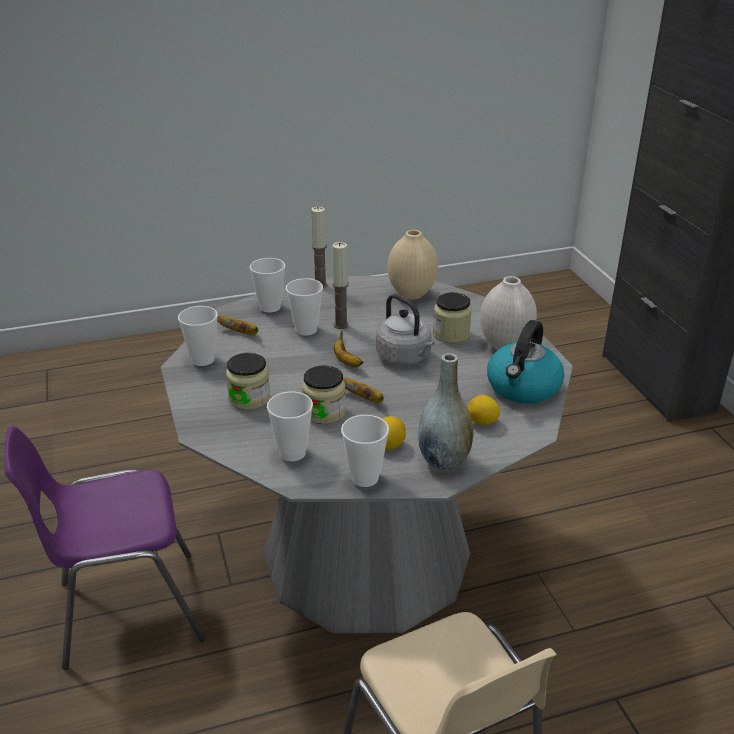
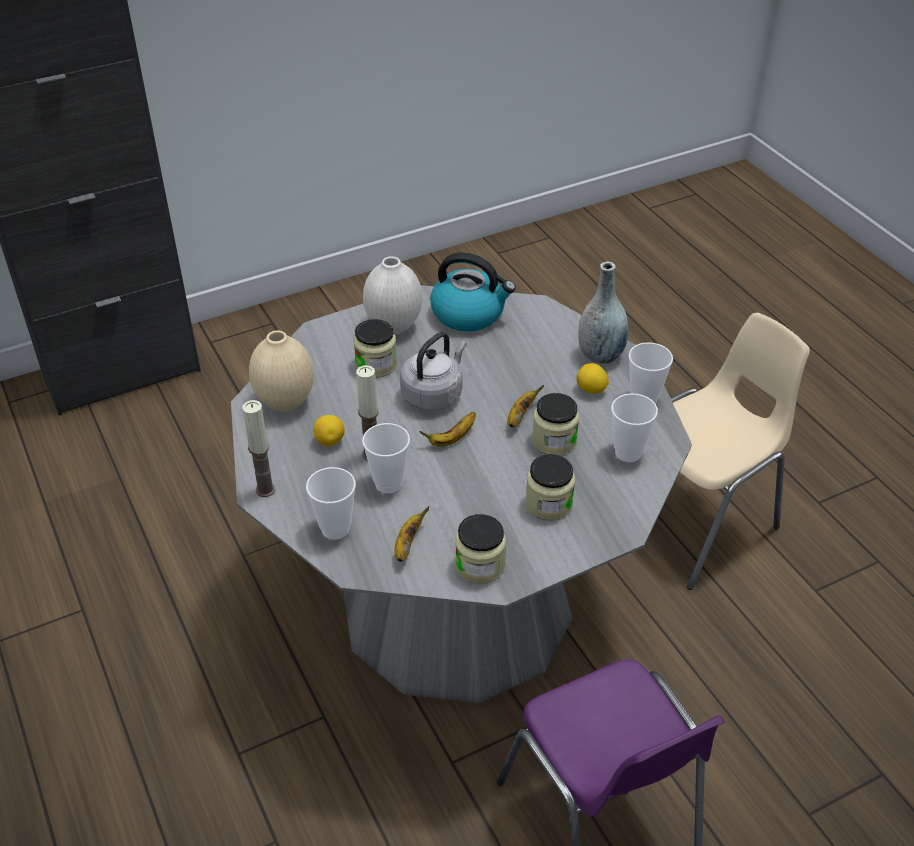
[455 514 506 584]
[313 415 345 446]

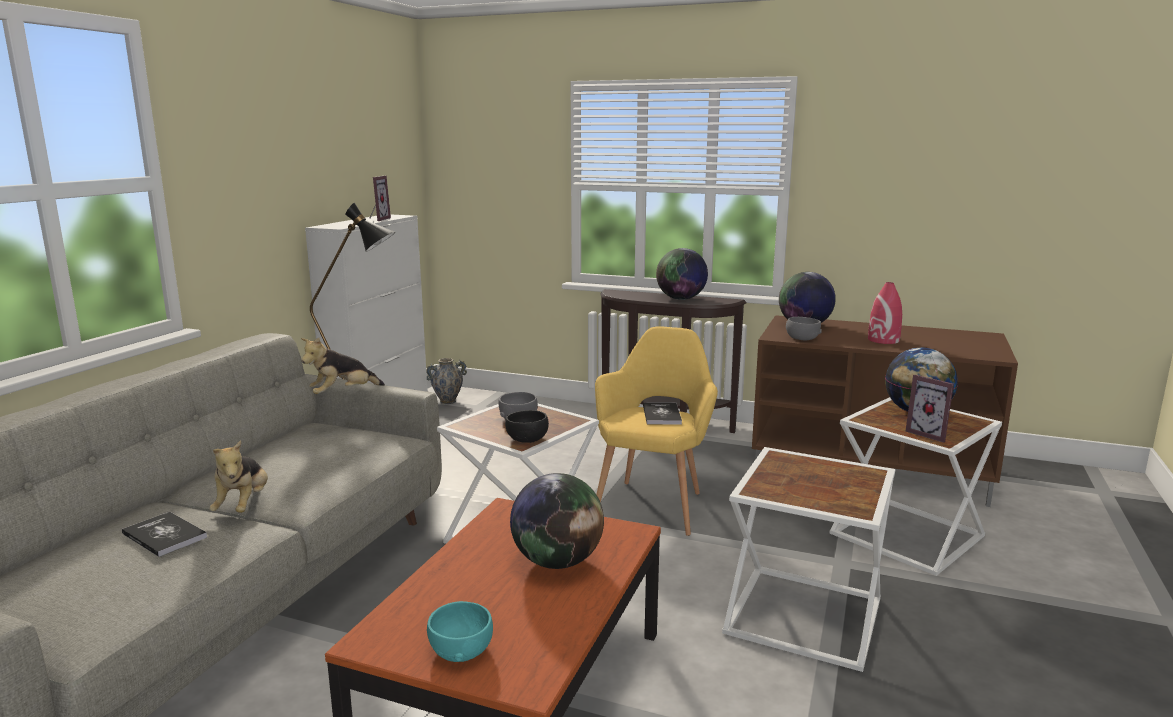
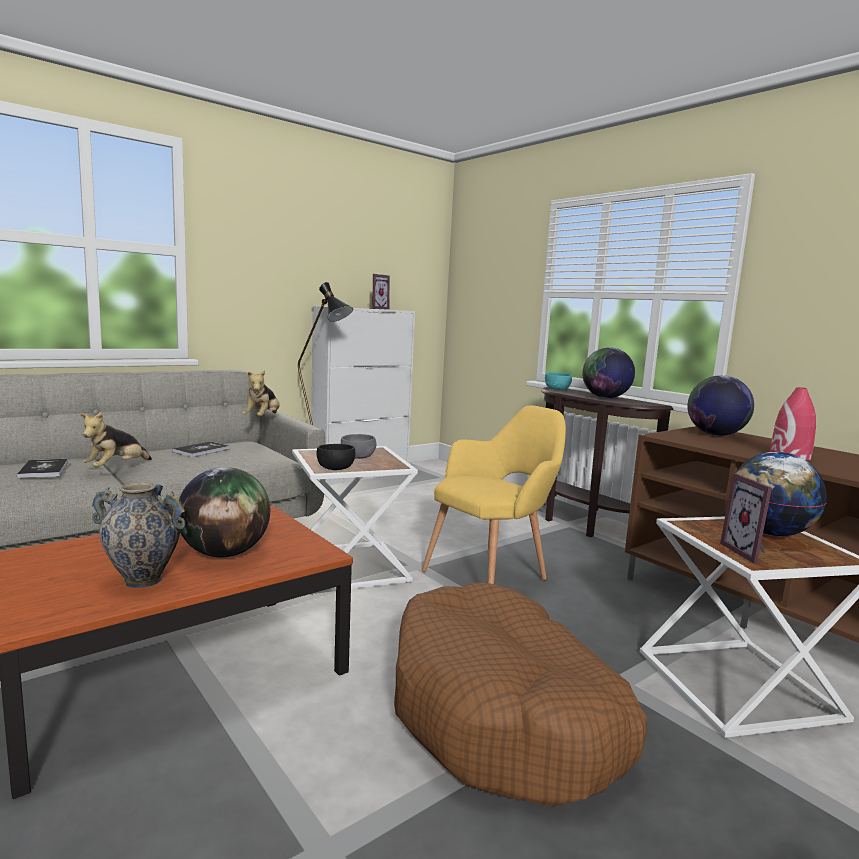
[242 370 279 417]
[92 482 186 588]
[545 372 572 390]
[172 441 230 457]
[394 582 647 806]
[786 317 822 340] (first image)

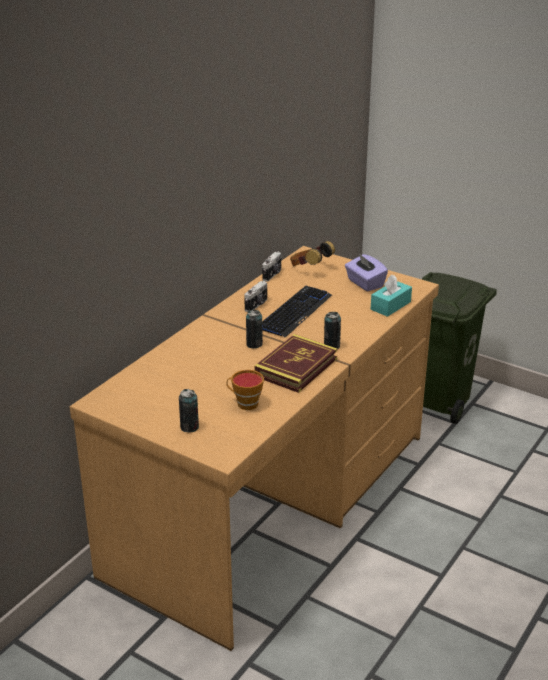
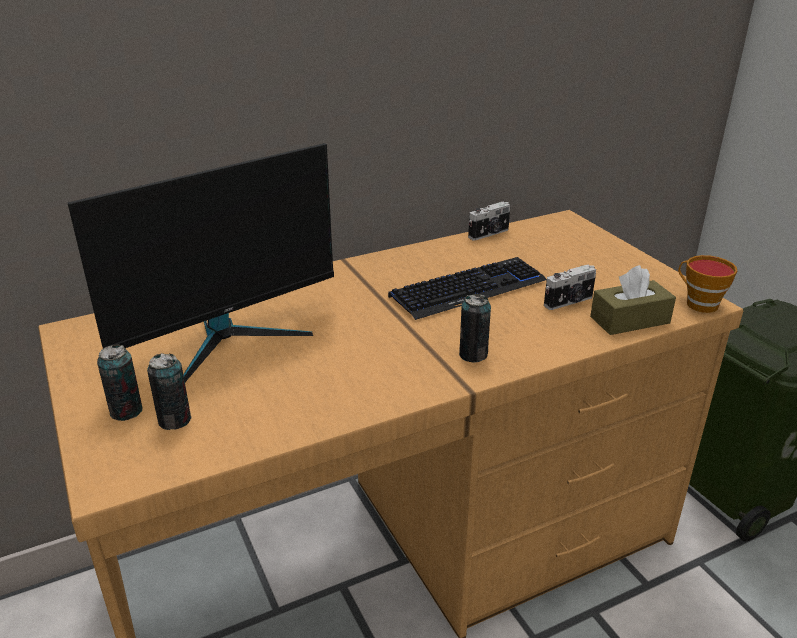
[678 255 737 313]
[544 265 596 310]
[147 353 192 430]
[254 334 337 393] (first image)
[290 241 335 267] (first image)
[345 254 388 292] (first image)
[590 265 676 335]
[68 143 334 382]

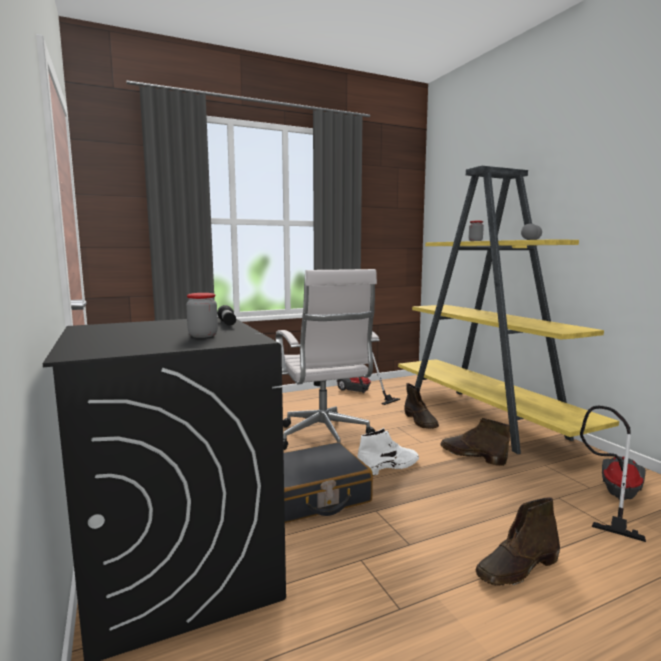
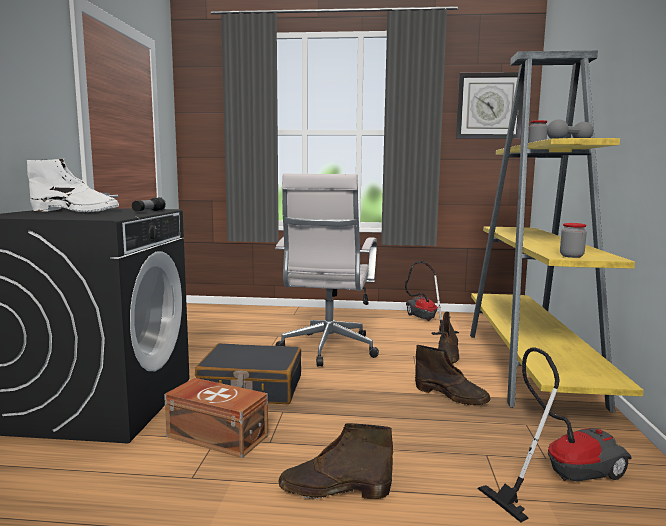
[560 223 587 258]
[27 159 119 212]
[415 345 491 405]
[164 378 268 458]
[456 72 524 139]

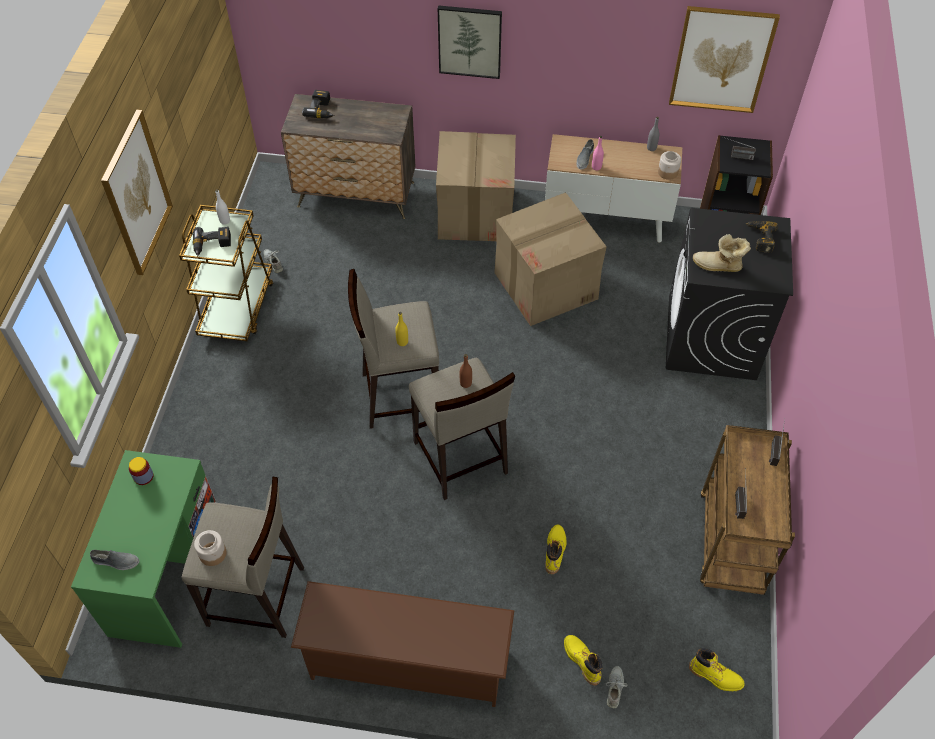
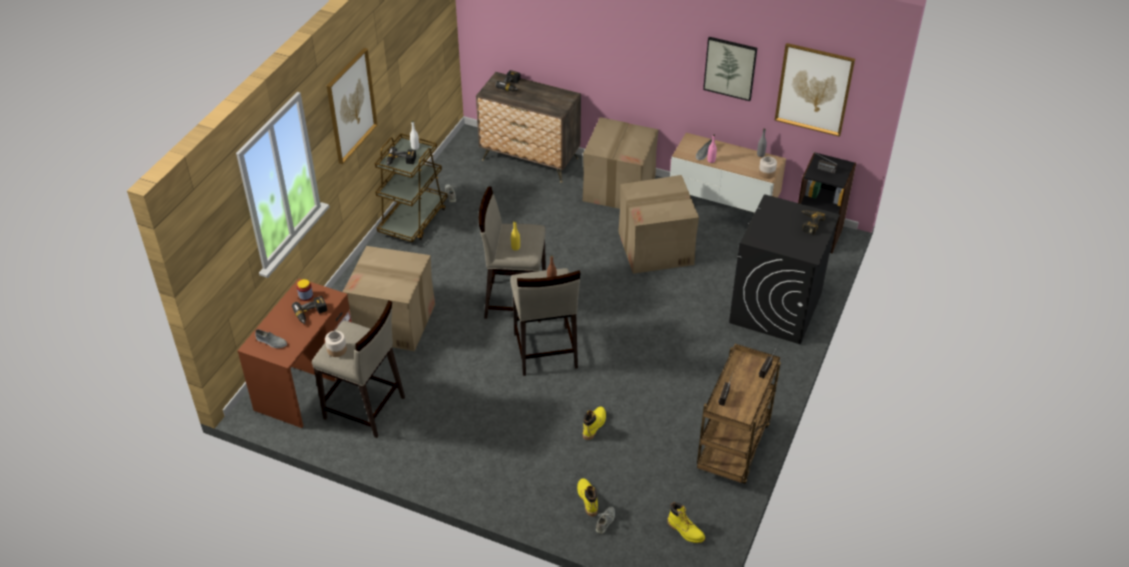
[237 278 352 428]
[291 581 514 707] (first image)
[703 37 757 101]
[693 234 751 272] (first image)
[292 296 327 324]
[343 246 435 351]

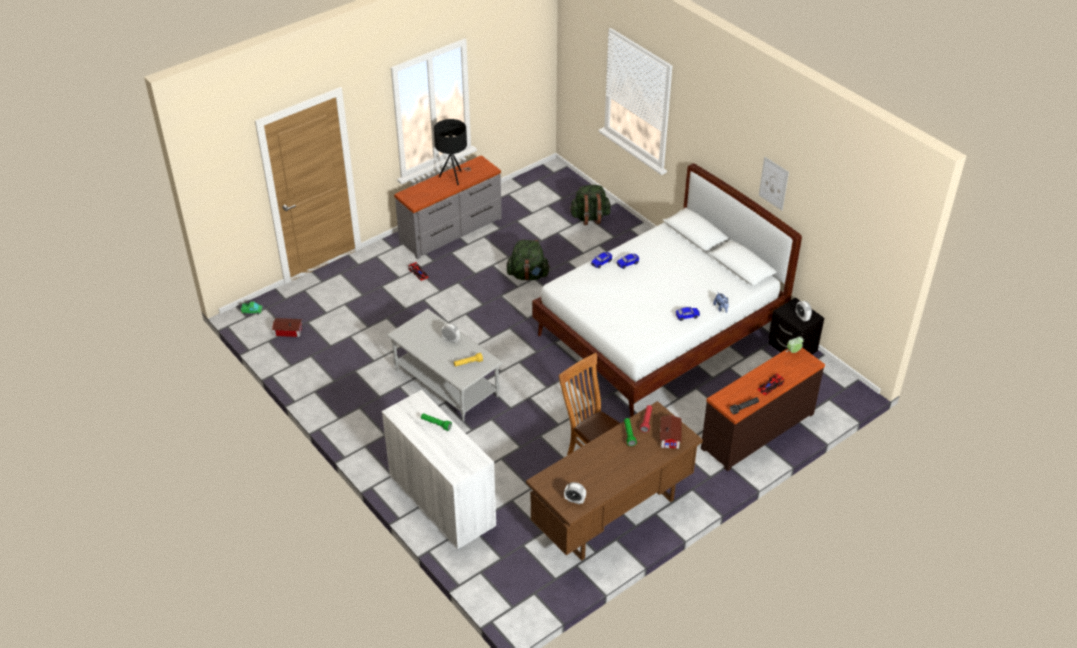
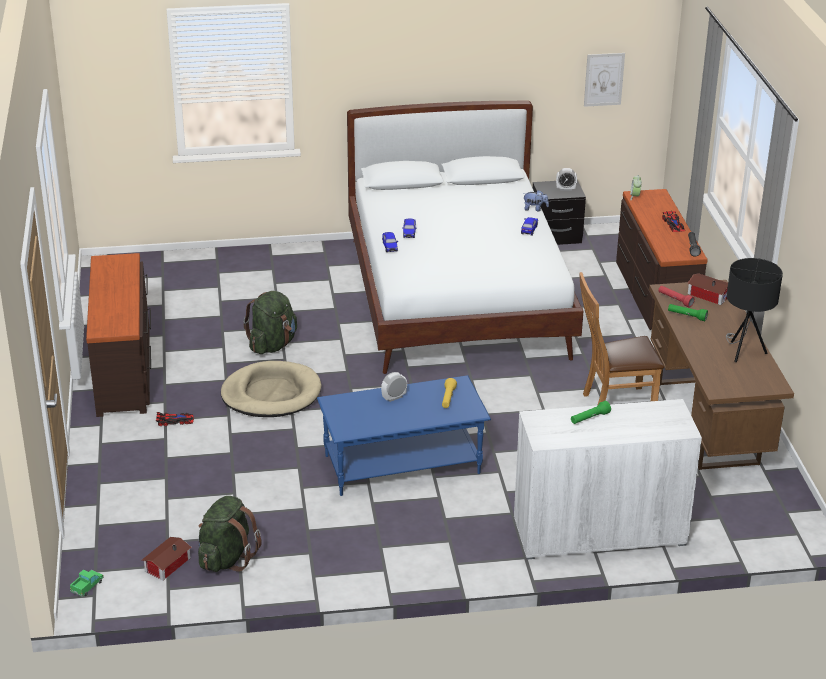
[317 375 491 496]
[86 253 151 417]
[726 258 783 362]
[564 482 586 504] (first image)
[198 496 261 572]
[584 53 625 107]
[221 361 322 417]

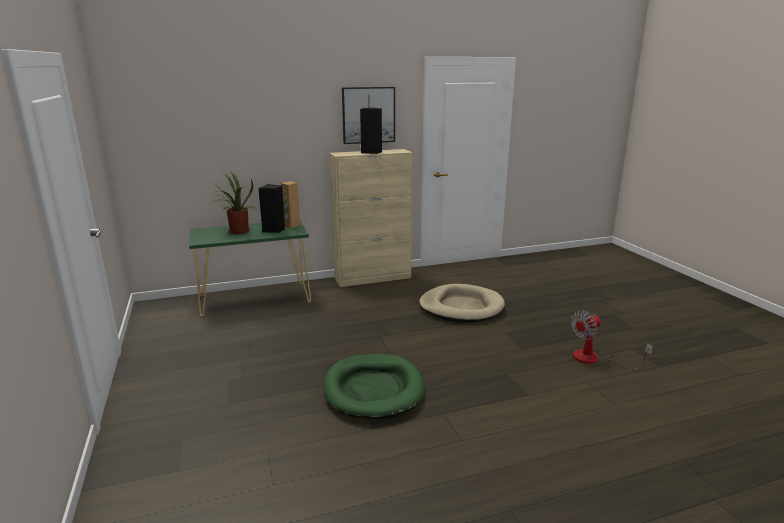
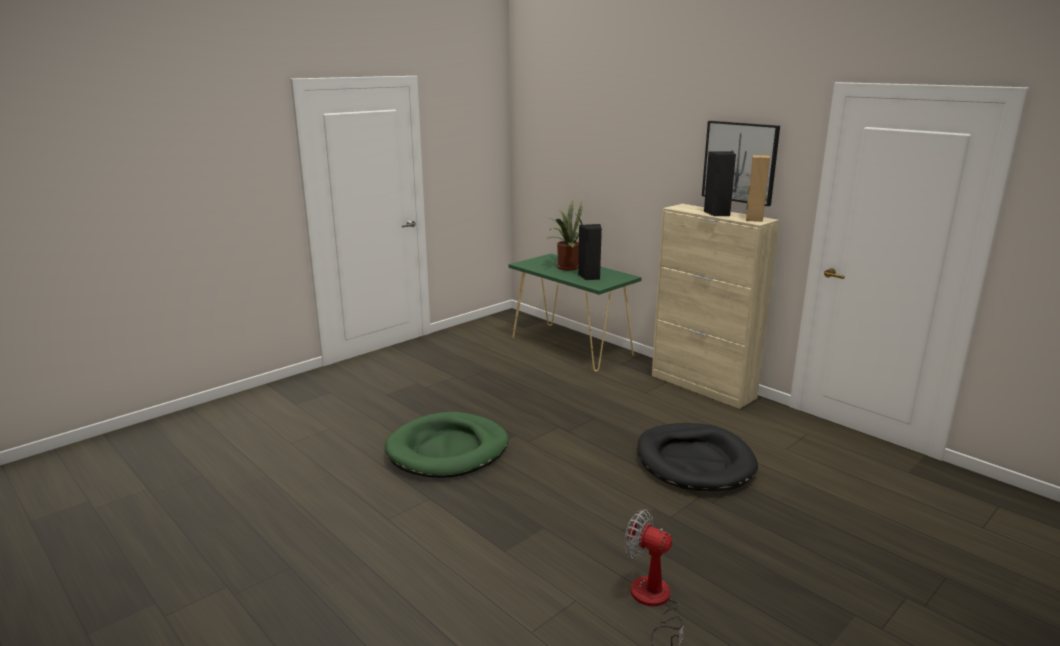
[746 155 770 222]
[637 423 758 491]

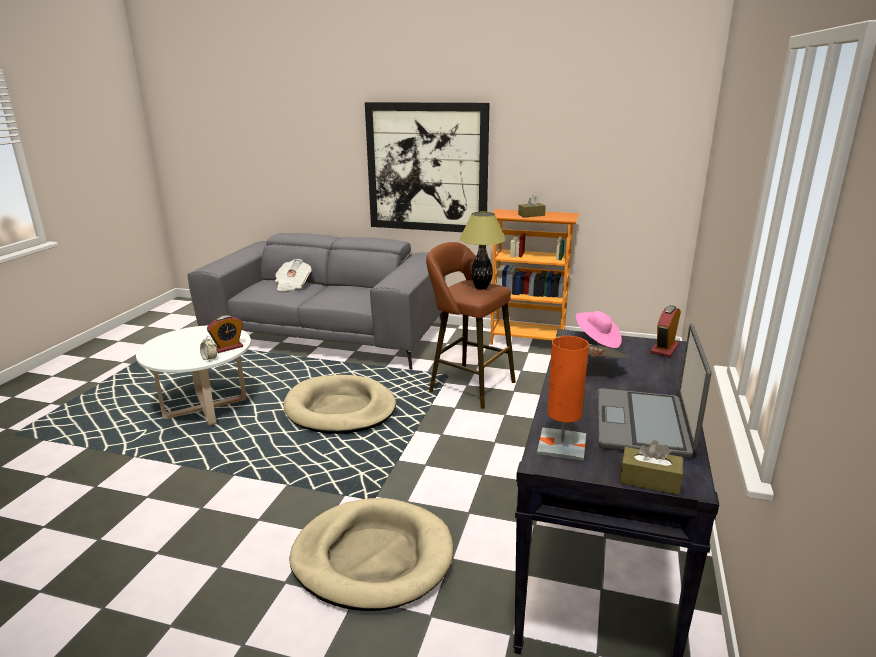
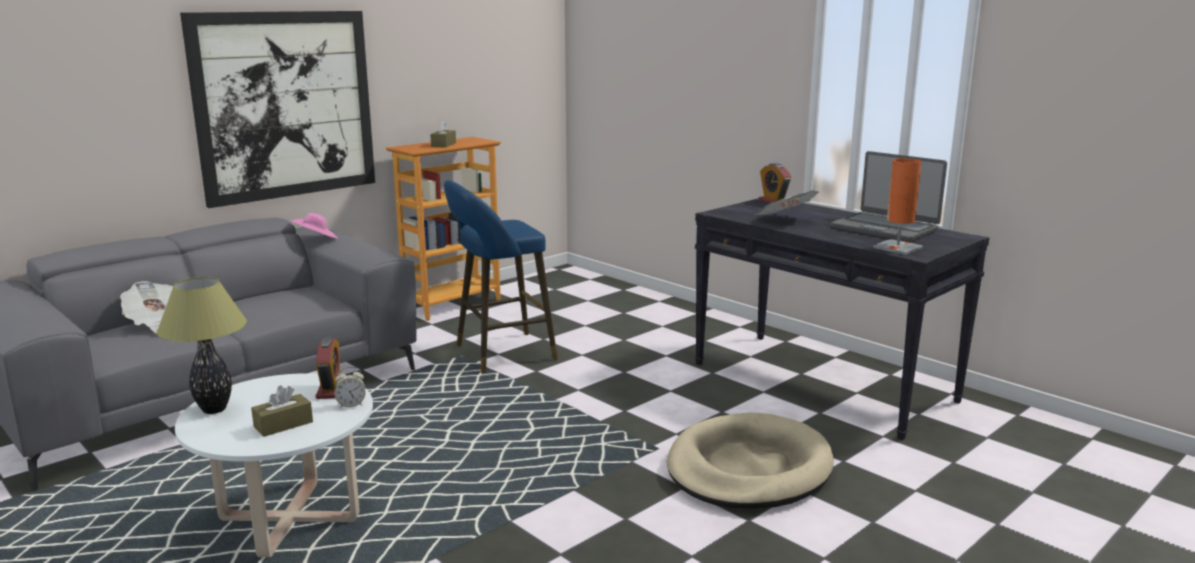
[283 375 396 434] (first image)
[444 180 558 373]
[157 277 247 414]
[291 213 338 239]
[251 386 313 437]

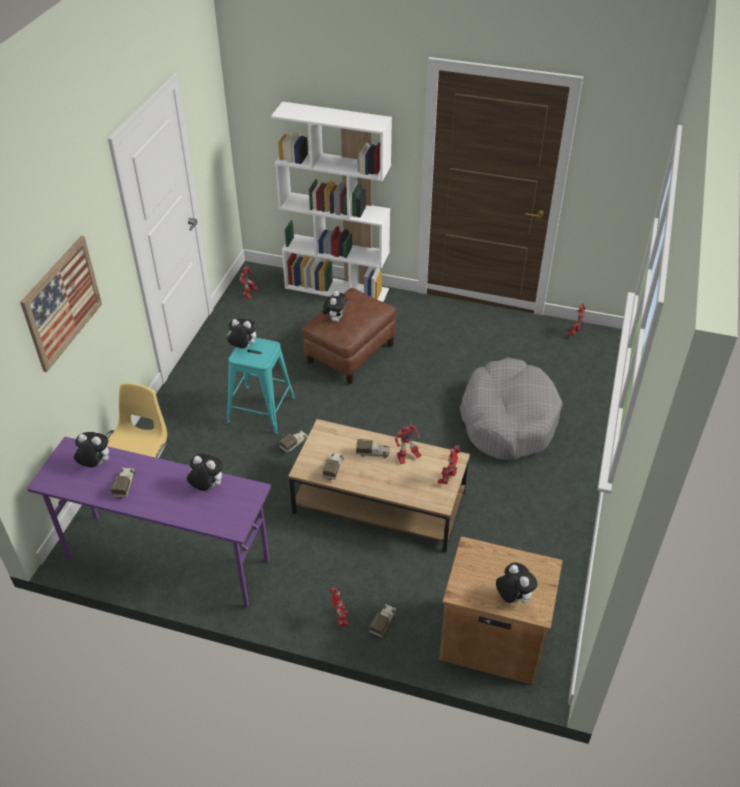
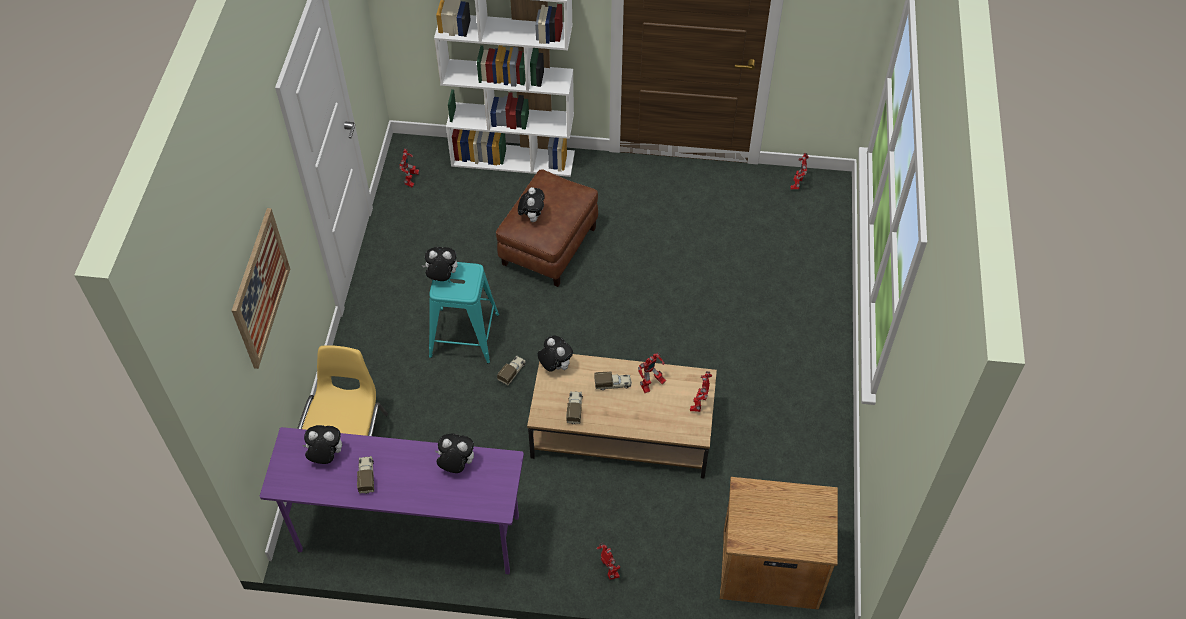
[369 604 396 638] (first image)
[460 358 563 460] (first image)
[538 336 573 372]

